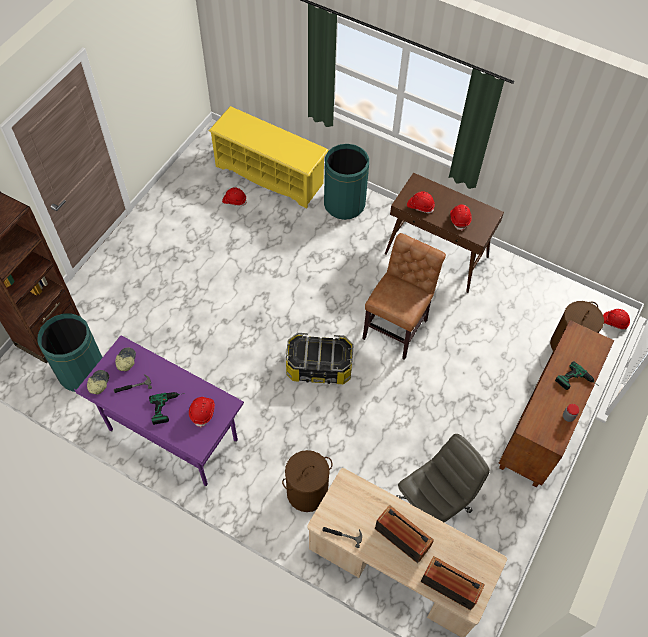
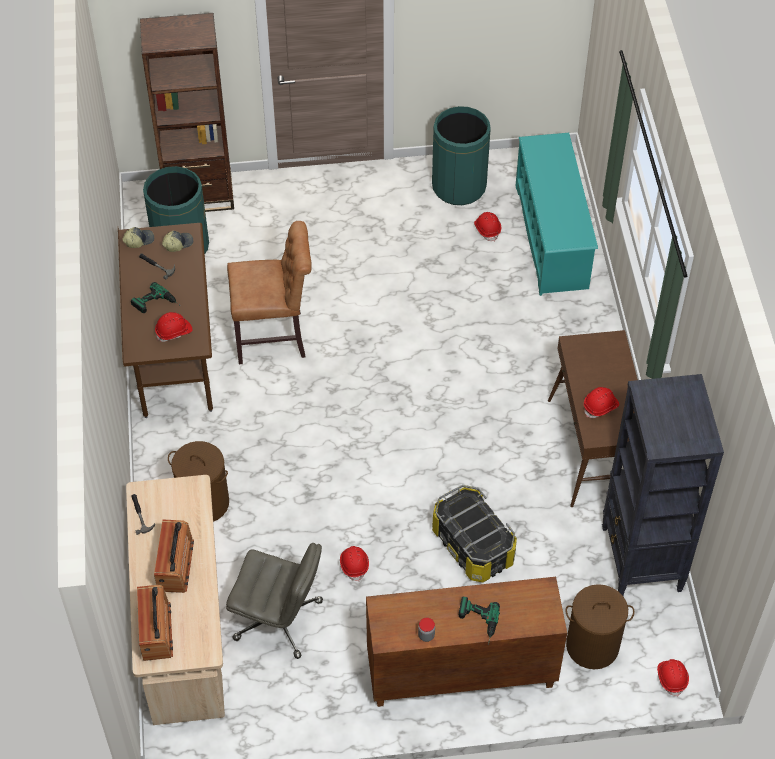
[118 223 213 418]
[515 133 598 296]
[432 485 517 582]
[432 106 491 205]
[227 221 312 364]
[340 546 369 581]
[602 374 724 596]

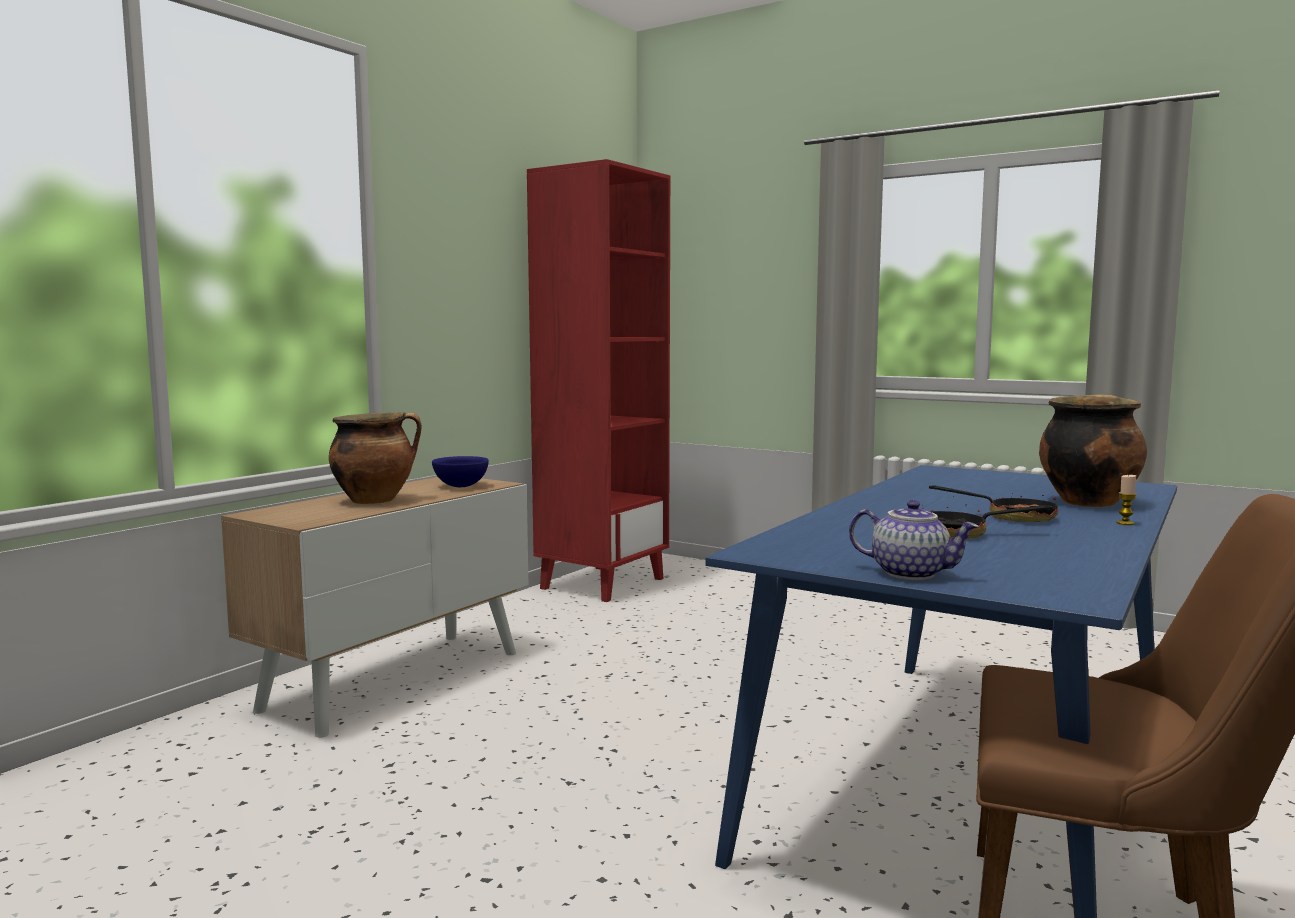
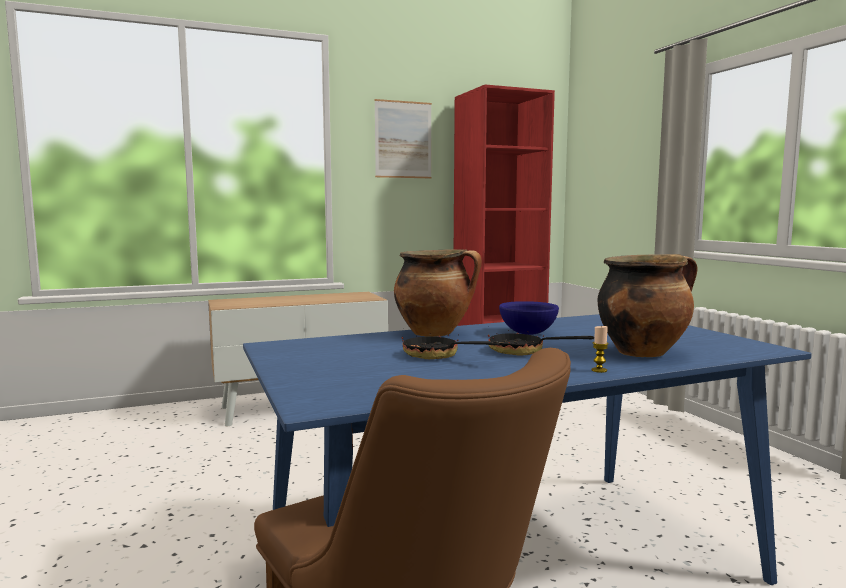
[394 249 482 337]
[499 301 559 335]
[849 500 980 580] (first image)
[488 323 594 356]
[374 99 432 178]

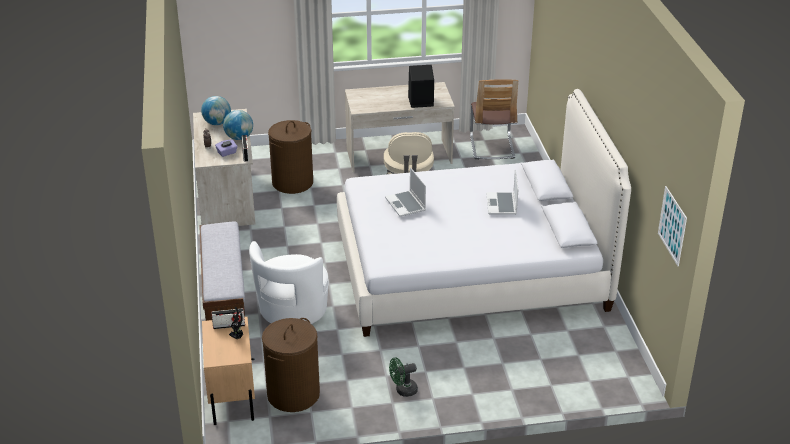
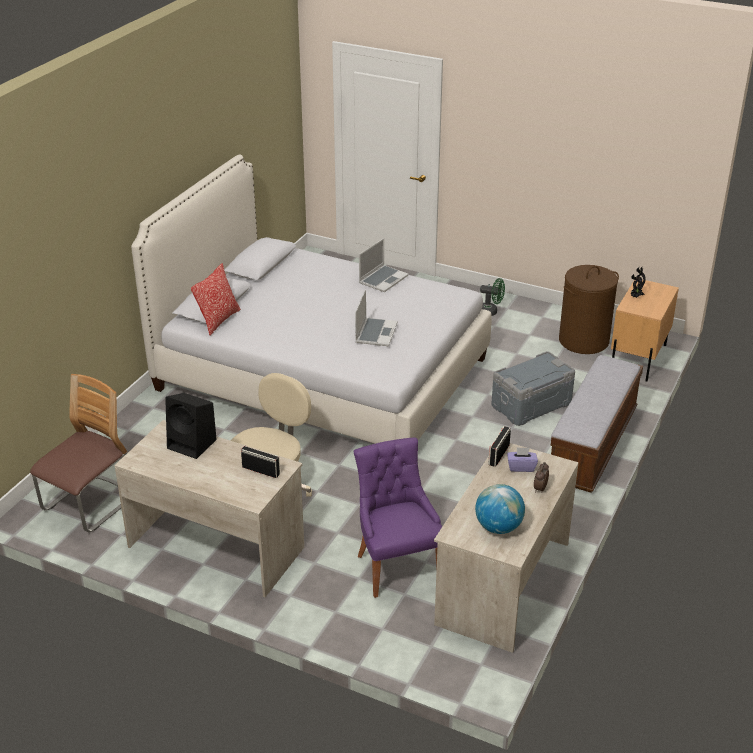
[241 446 280 478]
[223 110 253 140] (first image)
[491 351 575 426]
[354 437 442 598]
[359 238 409 292]
[658 186 687 266] (first image)
[191 263 241 335]

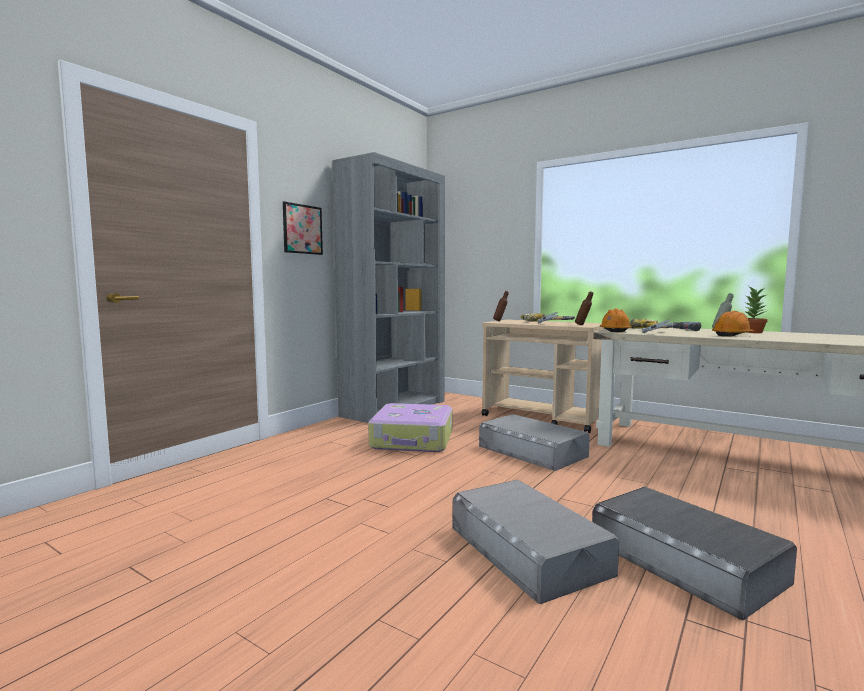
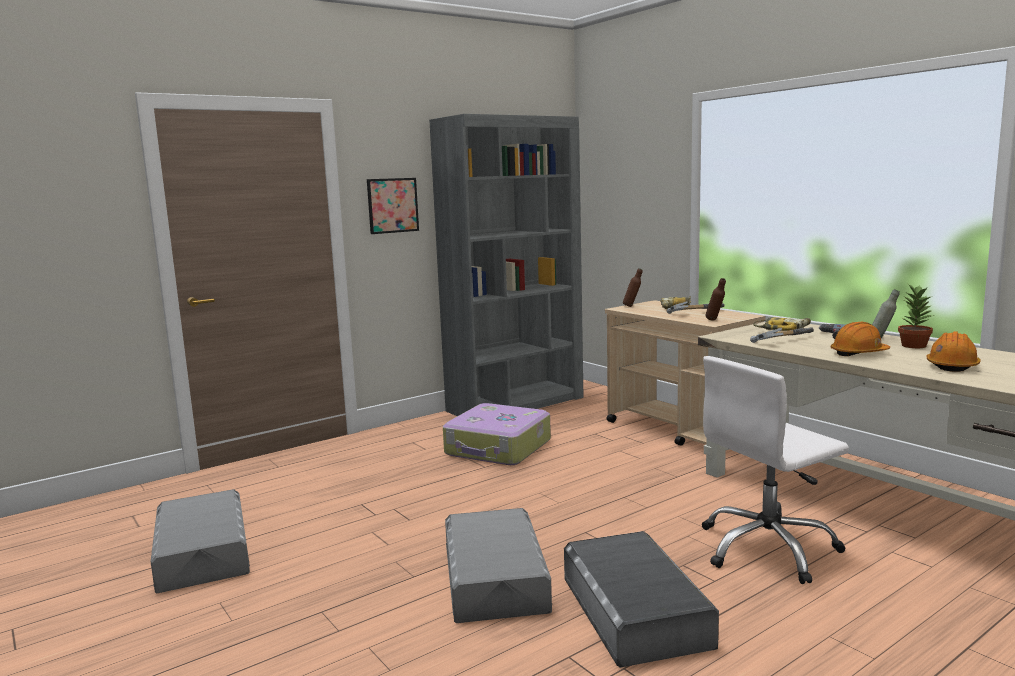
[150 489 250 593]
[926 331 981 372]
[702 356 849 584]

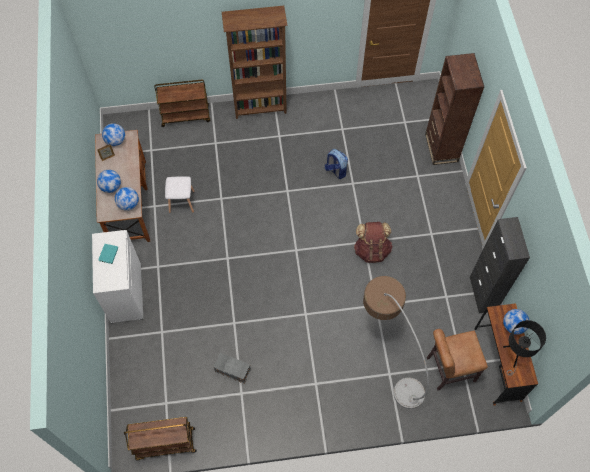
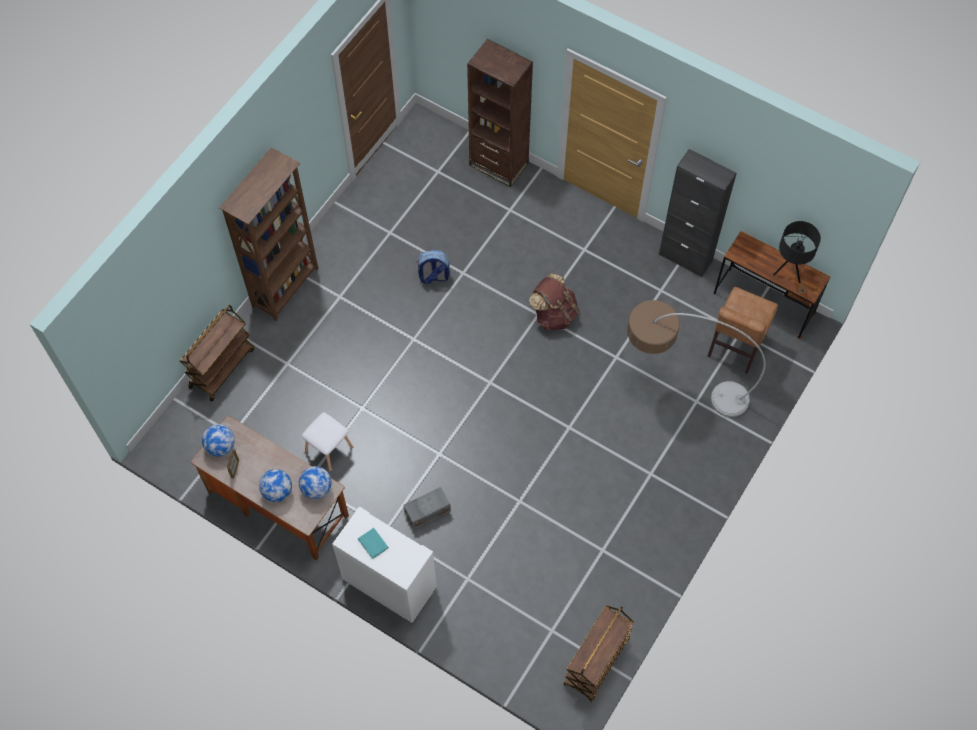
[404 487 451 529]
[503 309 529 335] (first image)

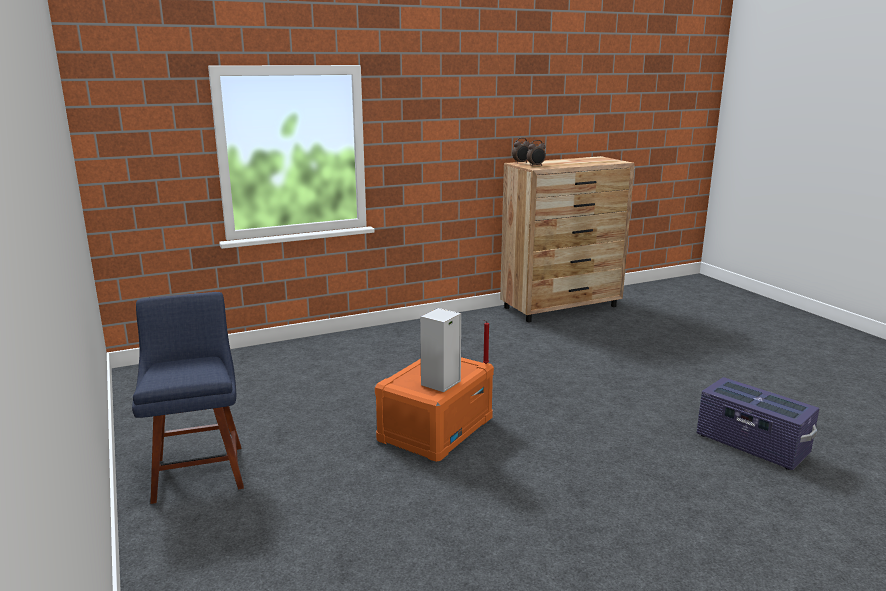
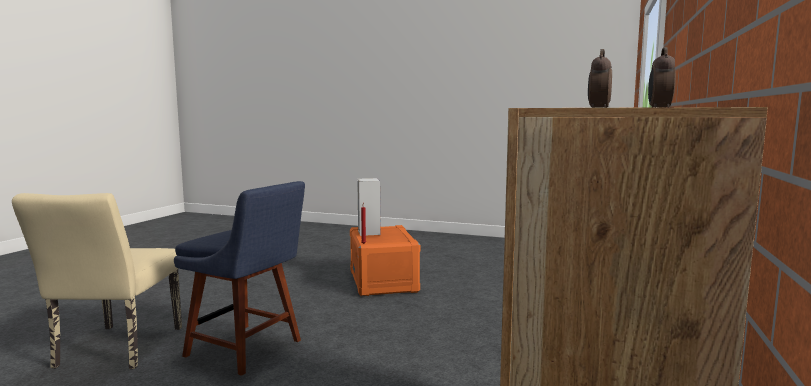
[174 181 305 376]
[12 193 182 369]

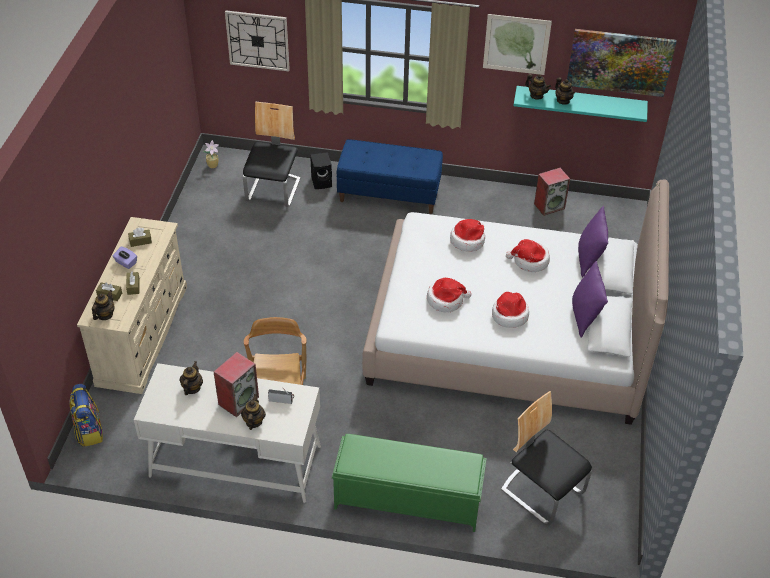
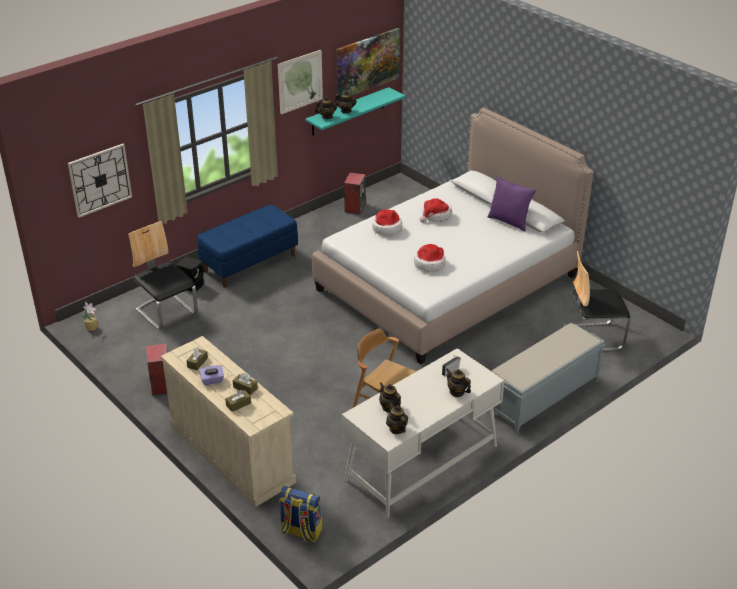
[386 402 408 434]
[146 343 168 396]
[487 323 605 435]
[492 292 529 328] (first image)
[578 206 608 278] (first image)

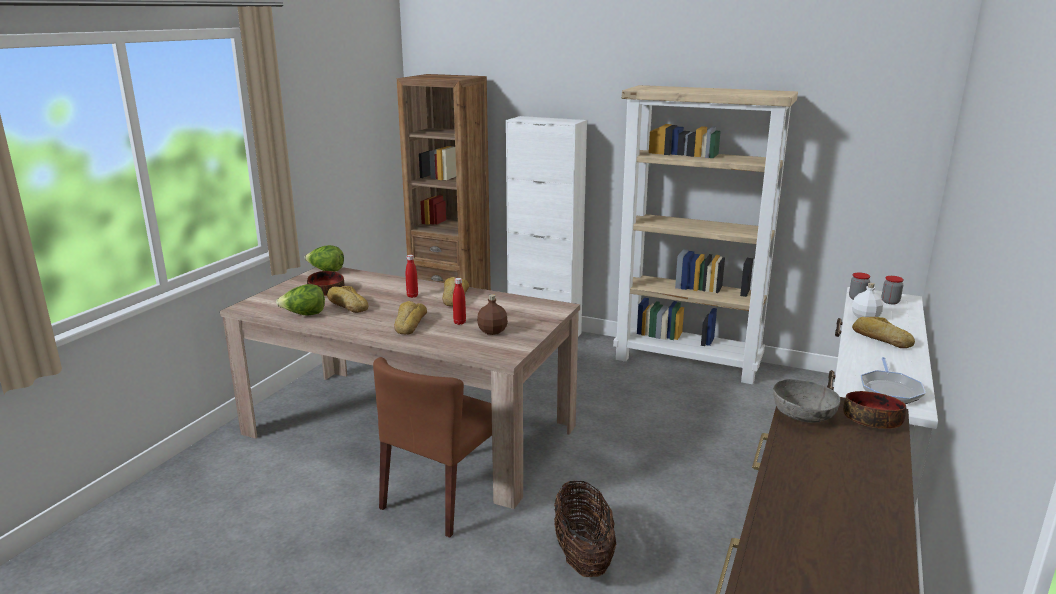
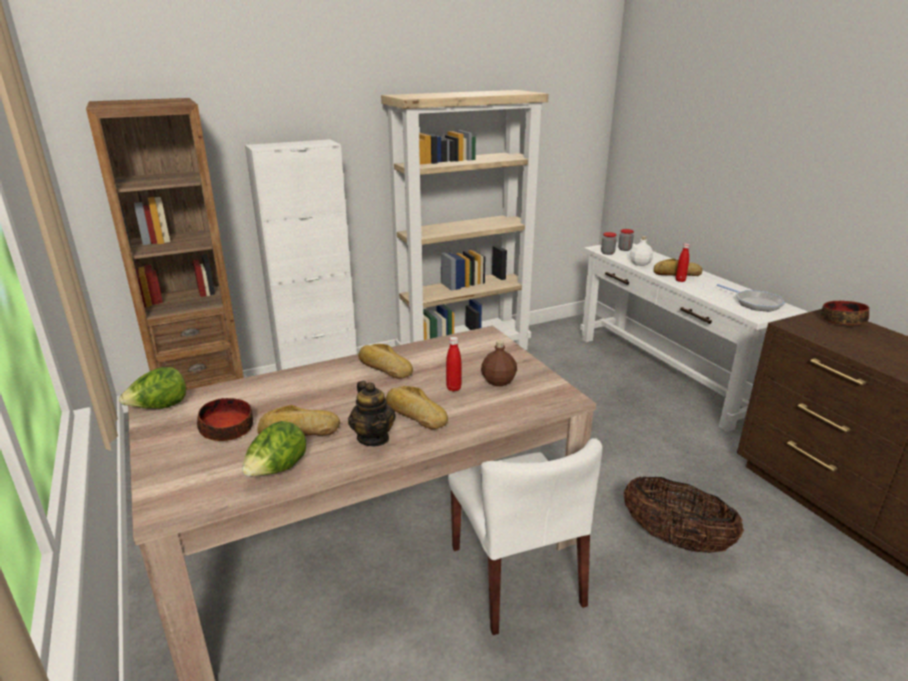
[448 438 602 635]
[676 243 690 282]
[773 379 840 423] (first image)
[348 381 396 446]

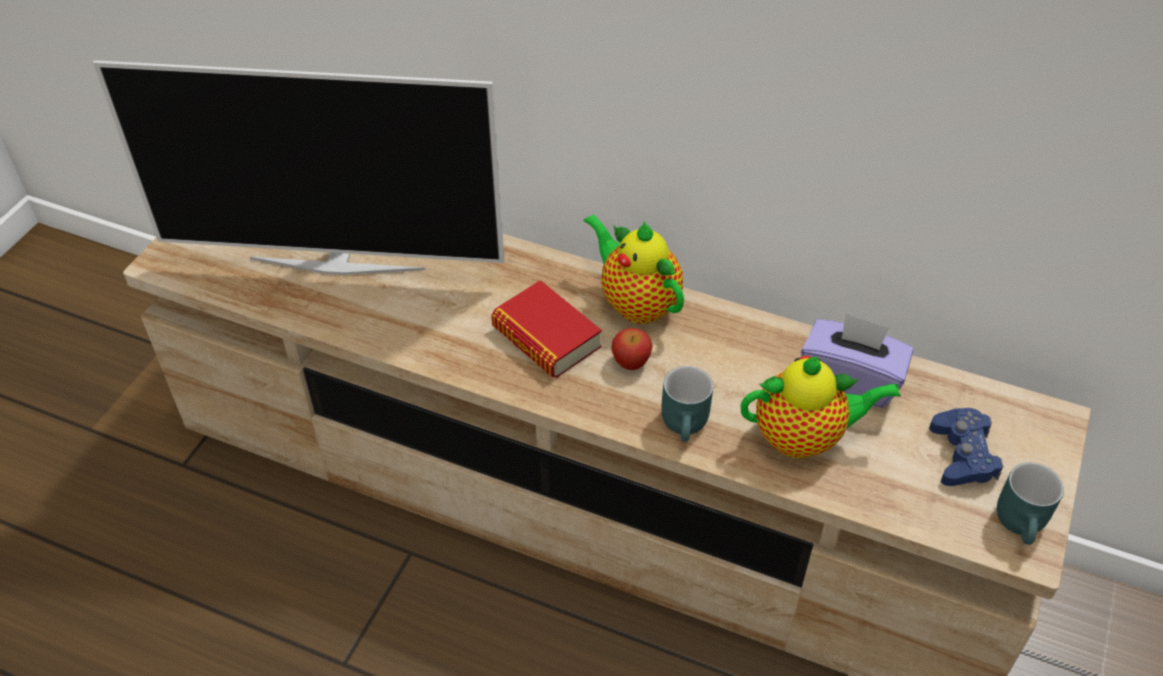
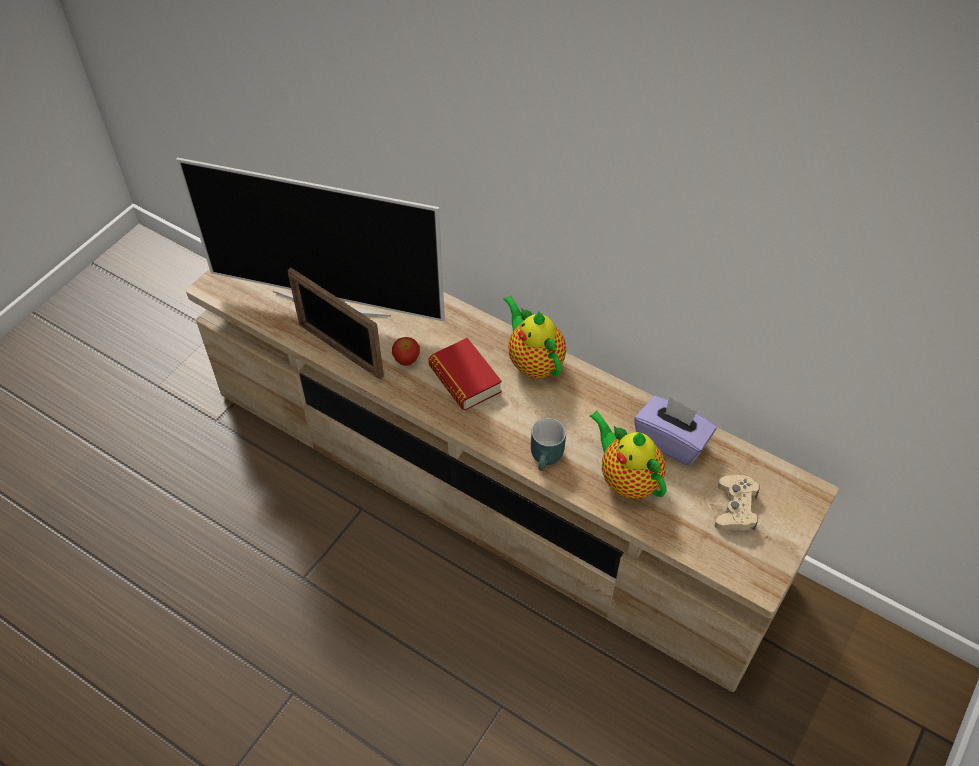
[392 337 420 366]
[590 411 667 499]
[714 475 760 531]
[997 462 1064 545] (first image)
[288 268 384 379]

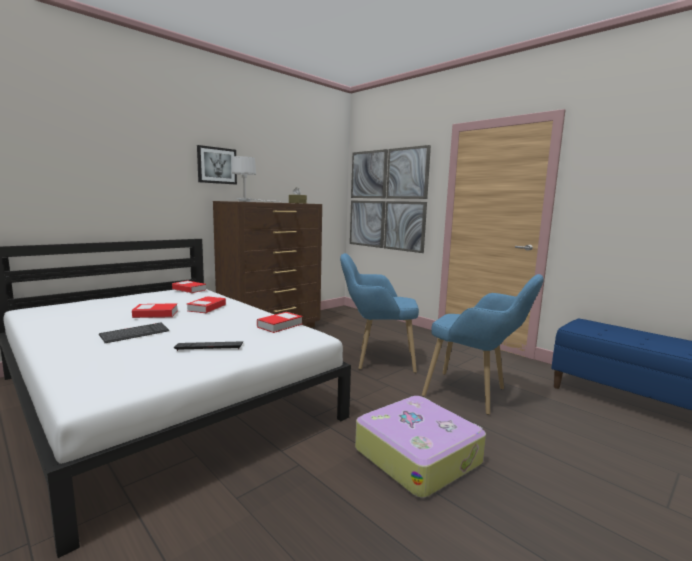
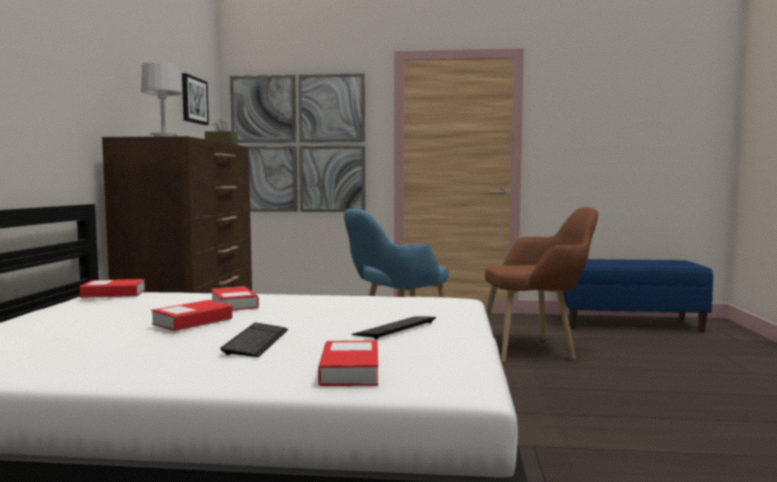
[182 73 209 125]
[318 340 378 386]
[355 396 486 498] (first image)
[485 207 598 363]

